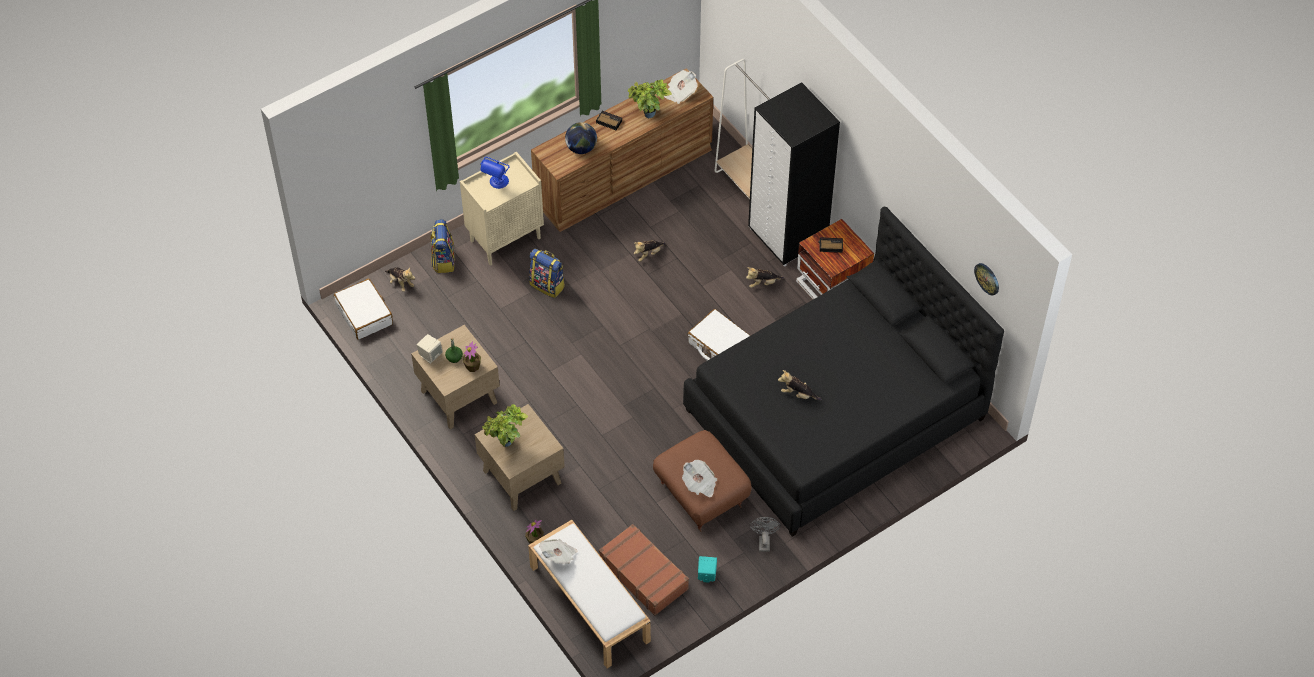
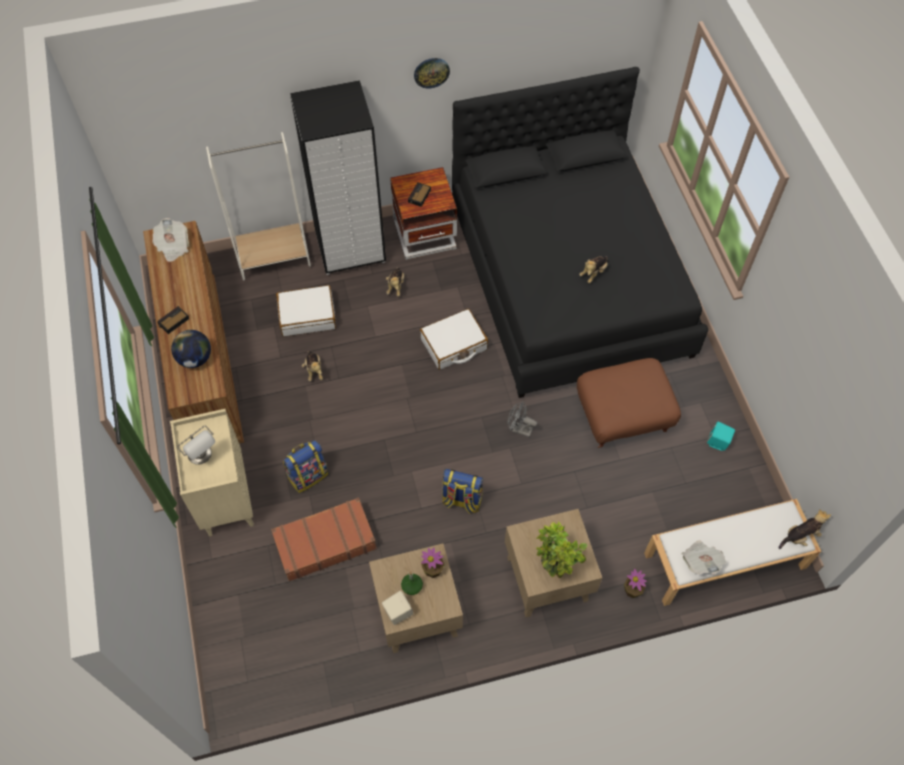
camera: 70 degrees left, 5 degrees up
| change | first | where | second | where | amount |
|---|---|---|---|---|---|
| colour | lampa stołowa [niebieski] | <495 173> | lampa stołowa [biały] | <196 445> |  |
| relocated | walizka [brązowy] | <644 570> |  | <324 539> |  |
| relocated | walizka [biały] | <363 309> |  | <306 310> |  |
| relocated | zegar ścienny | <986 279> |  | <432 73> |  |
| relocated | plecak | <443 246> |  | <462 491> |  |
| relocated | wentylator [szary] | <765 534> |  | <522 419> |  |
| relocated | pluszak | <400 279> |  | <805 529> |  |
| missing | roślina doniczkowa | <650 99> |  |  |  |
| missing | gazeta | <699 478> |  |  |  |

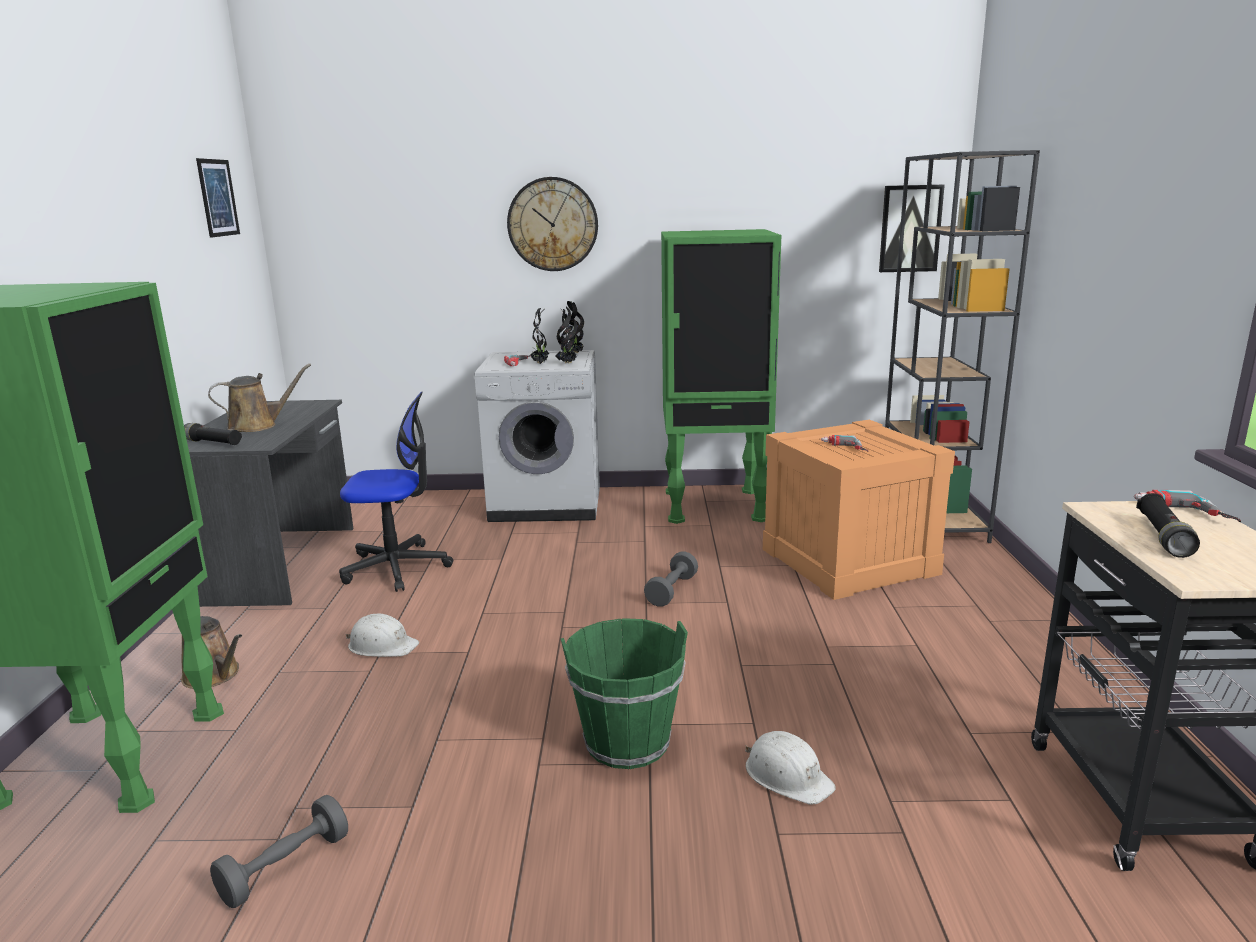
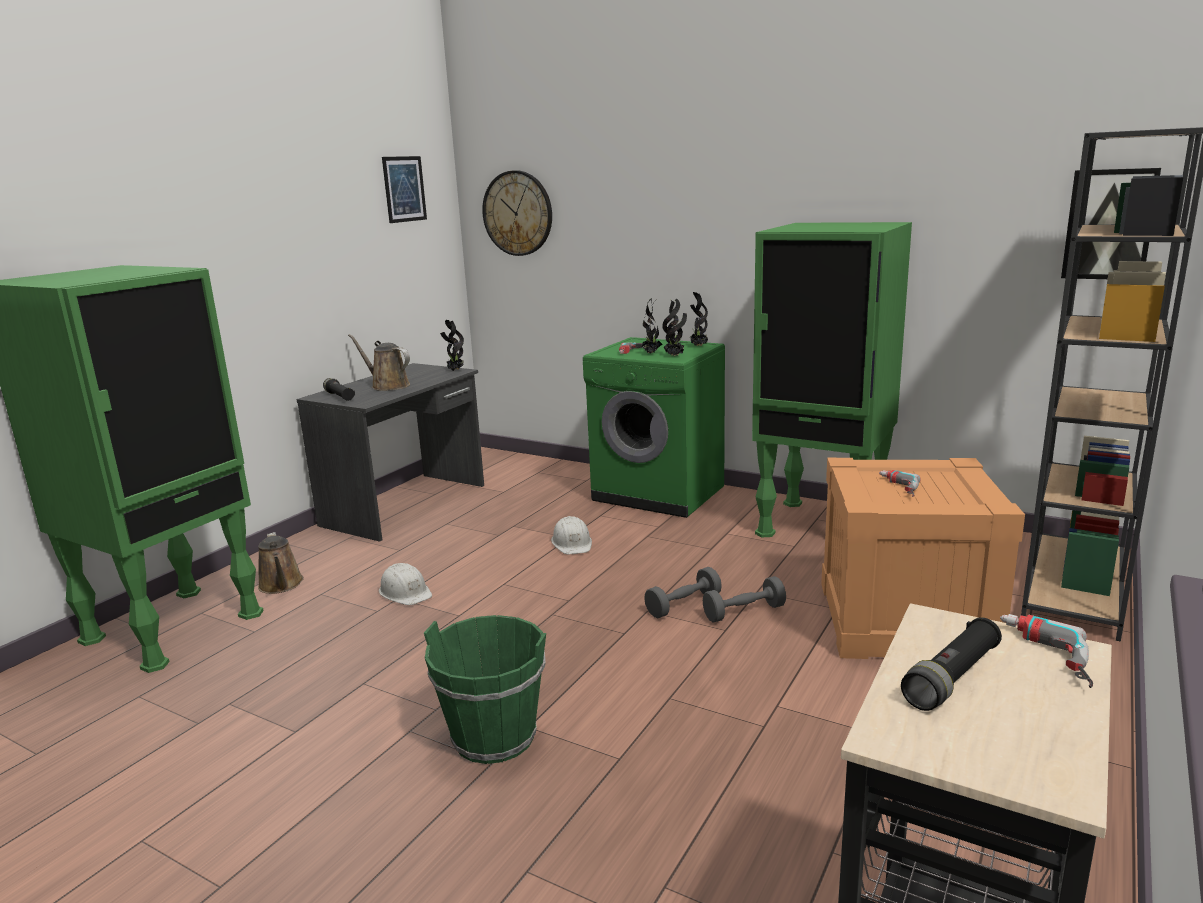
camera: 30 degrees right, 0 degrees up
| change | first | where | second | where | amount |
|---|---|---|---|---|---|
| spun | konewka [brązowy] | <259 398> |  | <379 362> | 150 degrees counterclockwise |
| appeared |  |  | roślina doniczkowa | <452 345> |  |
| relocated | zegar ścienny | <552 224> |  | <517 213> |  |
| relocated | kask [biały] | <790 768> |  | <571 535> |  |
| colour | pralka [biały] | <537 436> | pralka [zielony] | <654 427> |  |
| relocated | hantel [szary] | <279 851> |  | <744 599> |  |
| missing | krzesło biurowe | <396 492> |  |  |  |

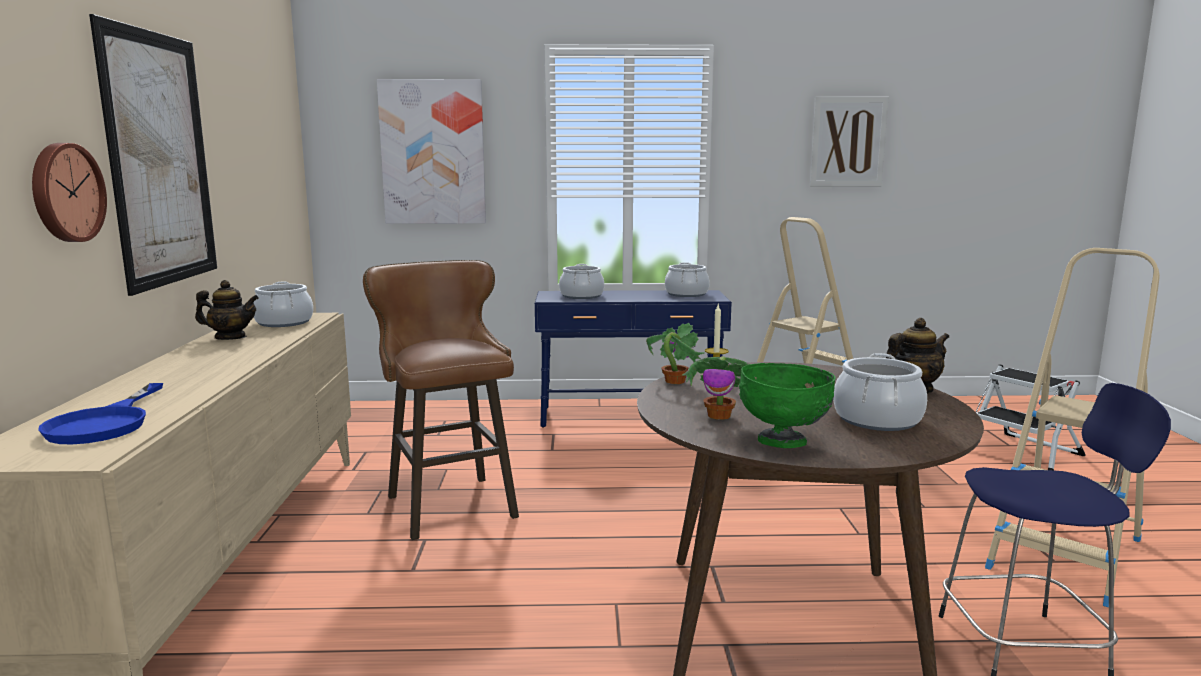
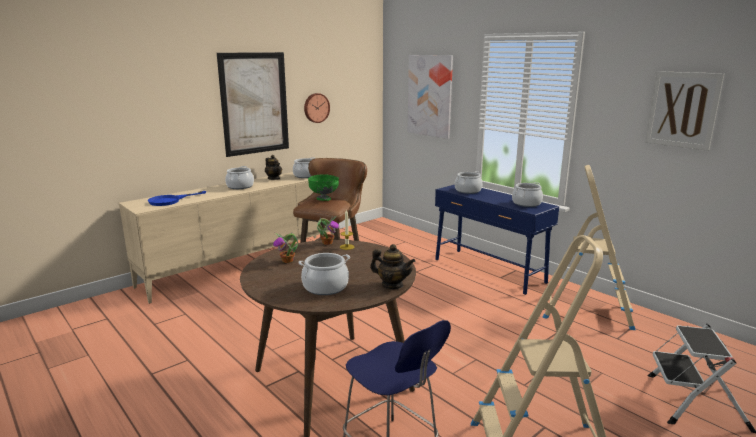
camera: 50 degrees right, 5 degrees up
| change | first | where | second | where | amount |
|---|---|---|---|---|---|
| appeared |  |  | garnek | <239 177> |  |
| relocated | zegar ścienny | <69 192> |  | <317 108> |  |
| relocated | miska [zielony] | <787 405> |  | <323 187> |  |

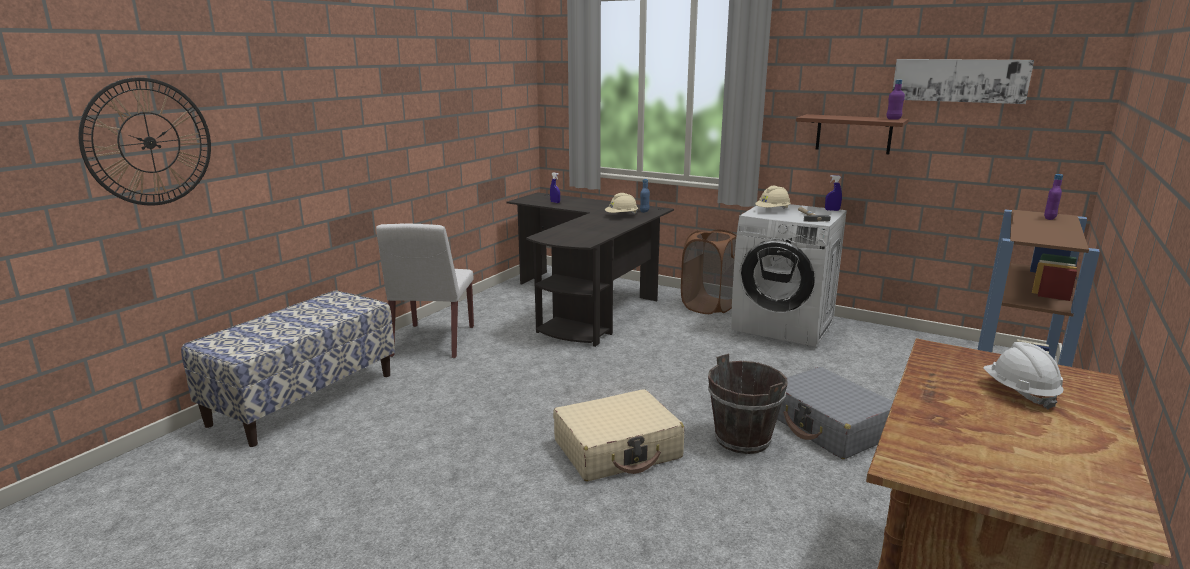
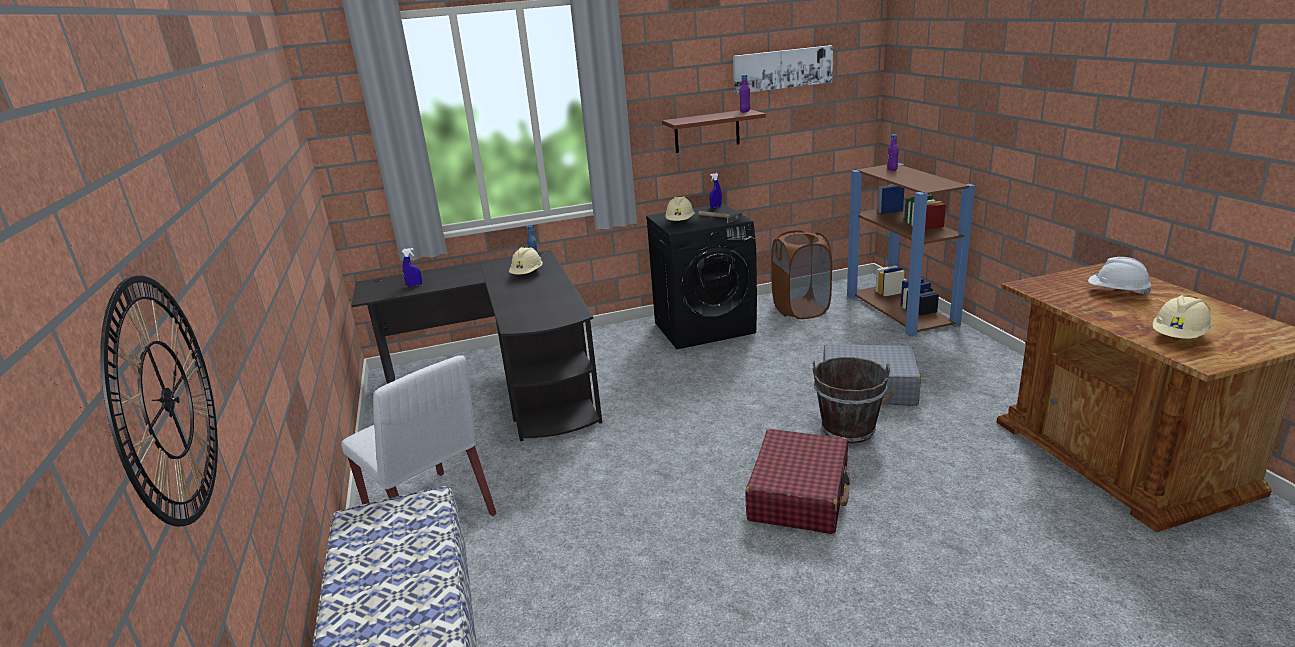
camera: 45 degrees left, 5 degrees up
| change | first | where | second | where | amount |
|---|---|---|---|---|---|
| colour | pralka [biały] | <789 275> | pralka [czarny] | <701 276> |  |
| colour | walizka [beżowy] | <618 435> | walizka [czerwony] | <797 481> |  |
| relocated | kosz na pranie [brązowy] | <708 271> |  | <801 274> |  |
| appeared |  |  | kask [beżowy] | <1182 317> |  |

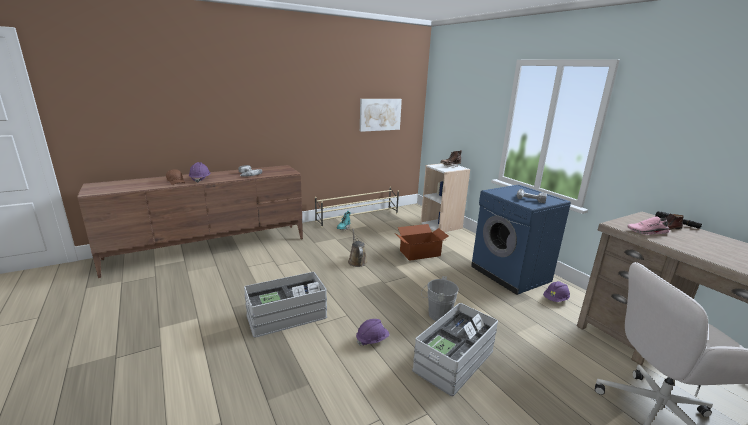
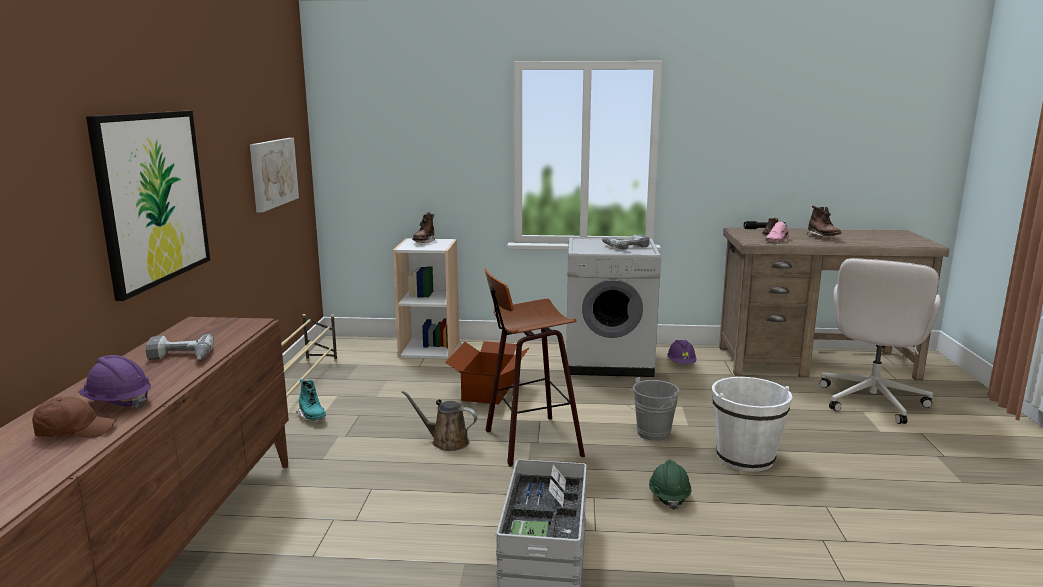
camera: 55 degrees left, 5 degrees down
| change | first | where | second | where | amount |
|---|---|---|---|---|---|
| appeared |  |  | obraz | <148 206> |  |
| appeared |  |  | stołek | <534 368> |  |
| colour | pralka [niebieski] | <521 239> | pralka [biały] | <613 307> |  |
| colour | kask [fioletowy] | <373 332> | kask [zielony] | <670 485> |  |
| exchanged | pojemnik do przechowywania [szary] | <455 349> | wiadro [biały] | <752 424> |  |
| appeared |  |  | but z cholewką [brązowy] | <824 222> |  |

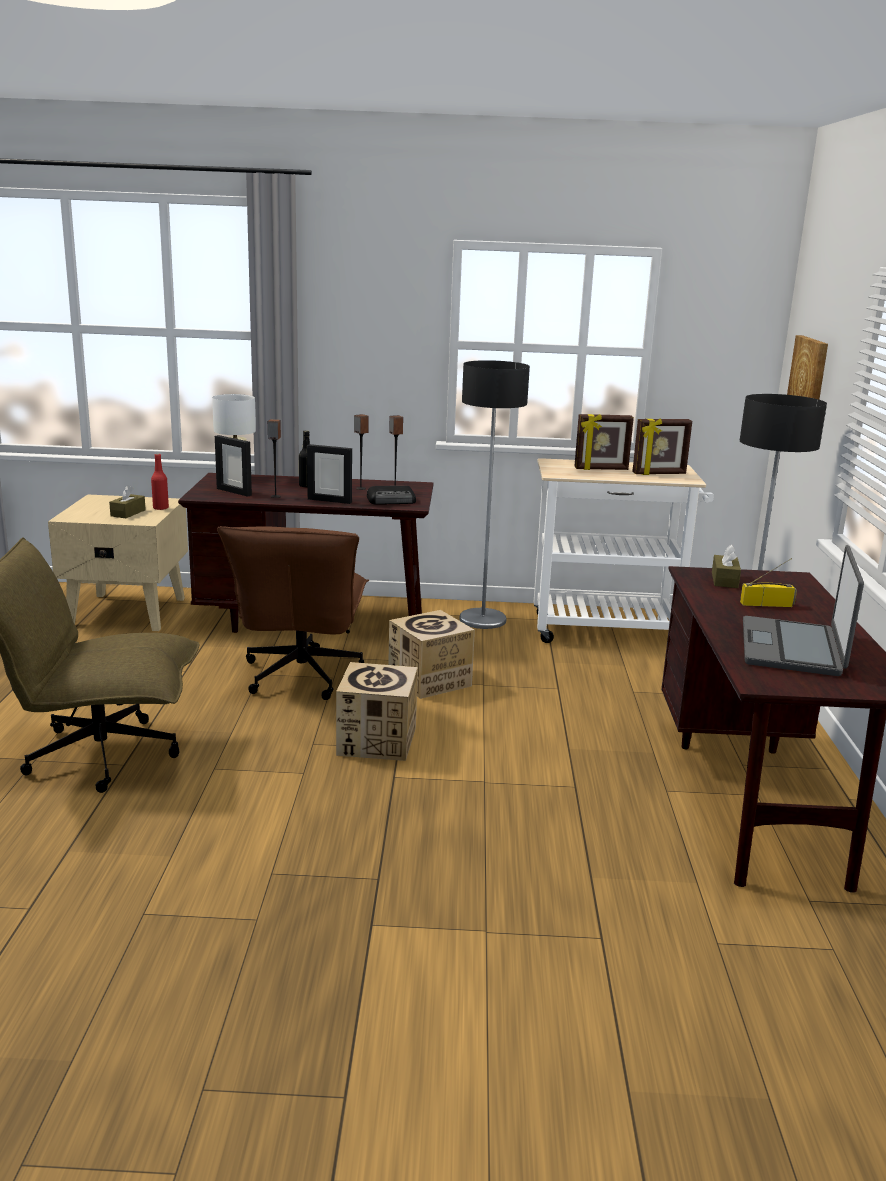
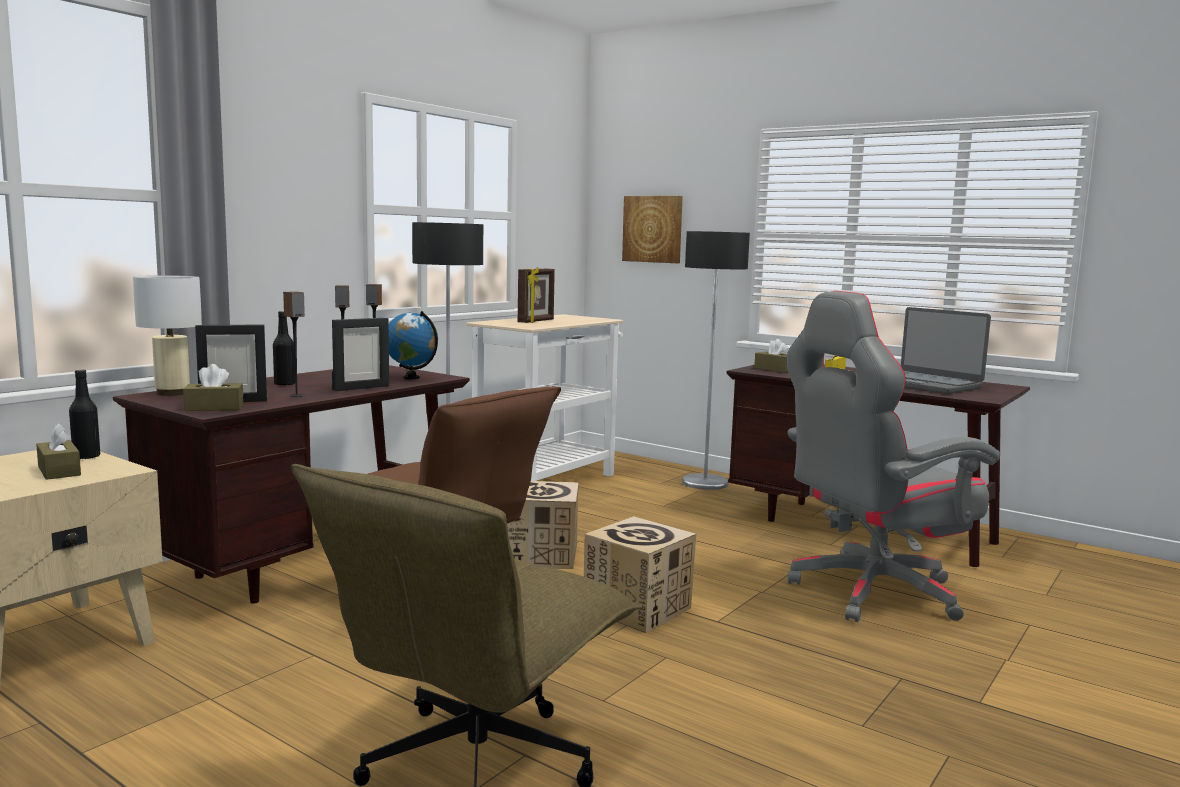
camera: 55 degrees left, 10 degrees down
| change | first | where | second | where | amount |
|---|---|---|---|---|---|
| colour | butelka [czerwony] | <160 482> | butelka [czarny] | <84 414> |  |
| appeared |  |  | pudełko chusteczek [brązowy] | <213 387> |  |
| exchanged | radio | <391 495> | globus | <413 345> |  |
| appeared |  |  | krzesło biurowe [szary] | <893 456> |  |
| missing | ramka na zdjęcie | <662 447> |  |  |  |

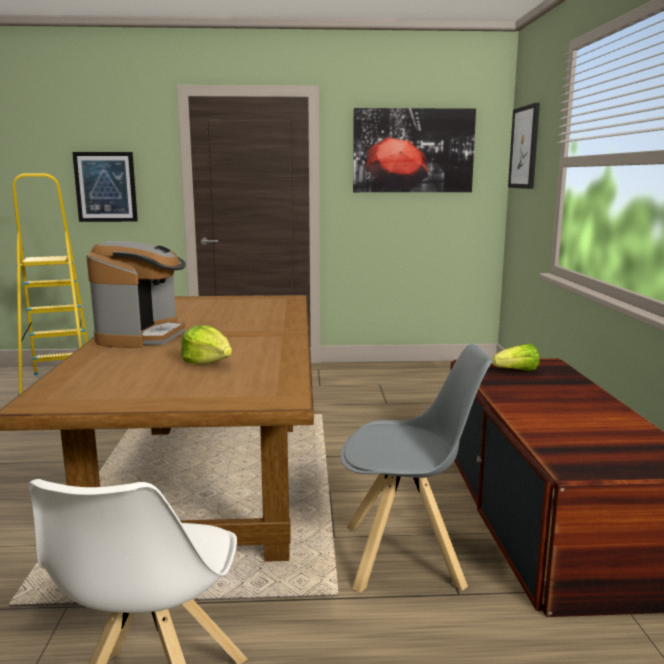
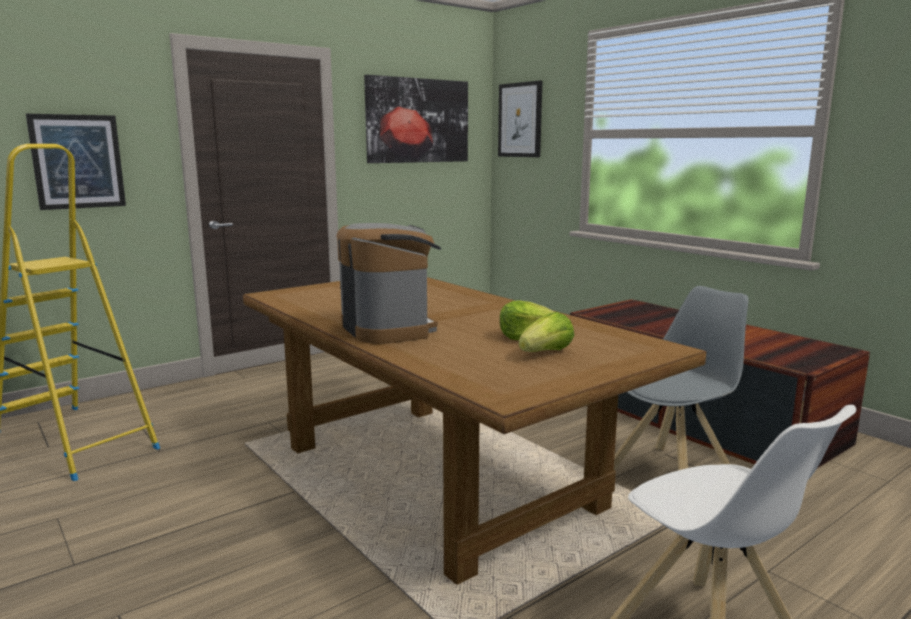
camera: 35 degrees left, 0 degrees up
| change | first | where | second | where | amount |
|---|---|---|---|---|---|
| relocated | sałata | <516 357> |  | <546 332> |  |

